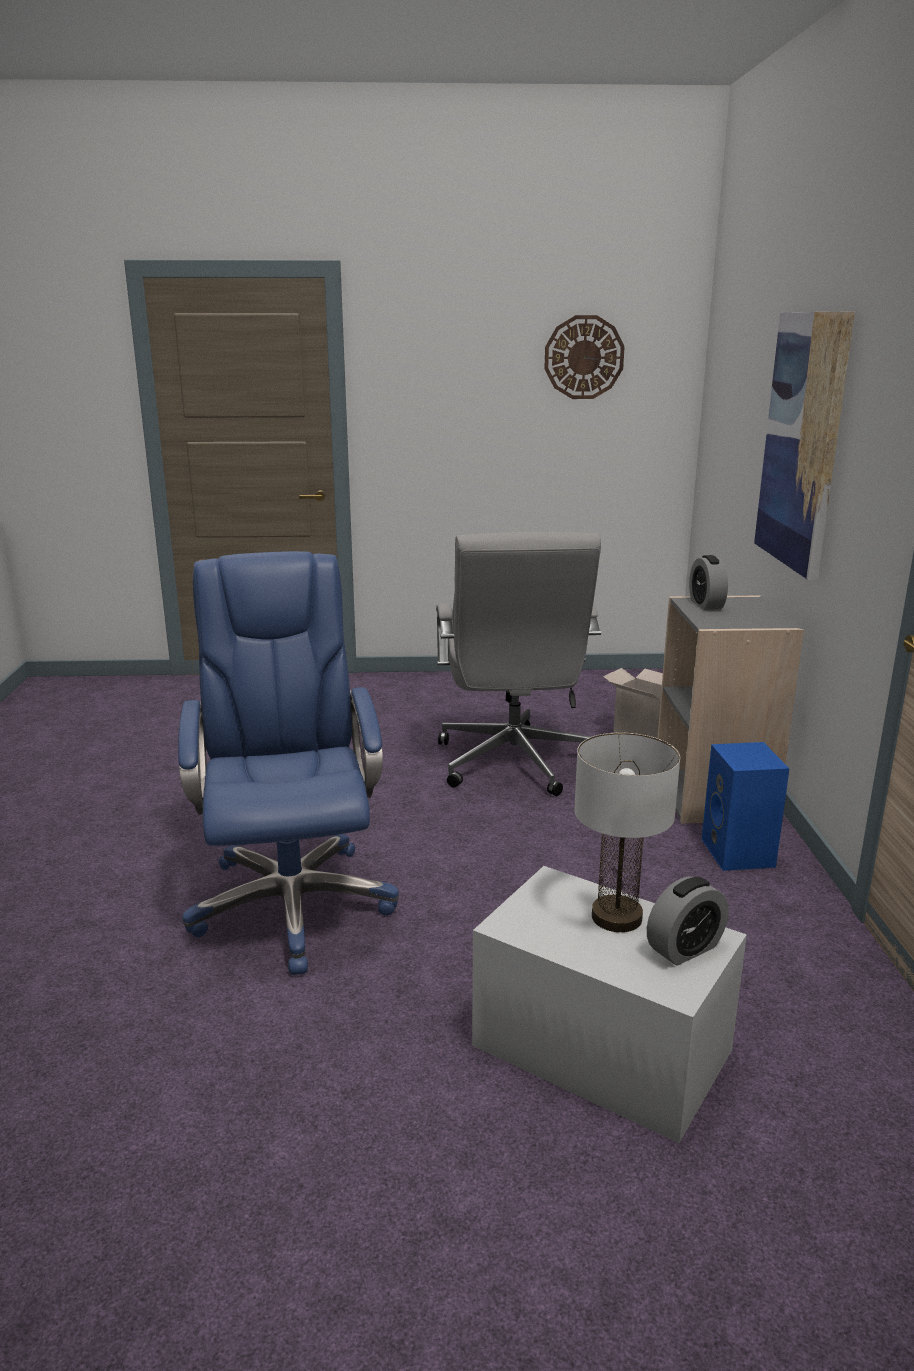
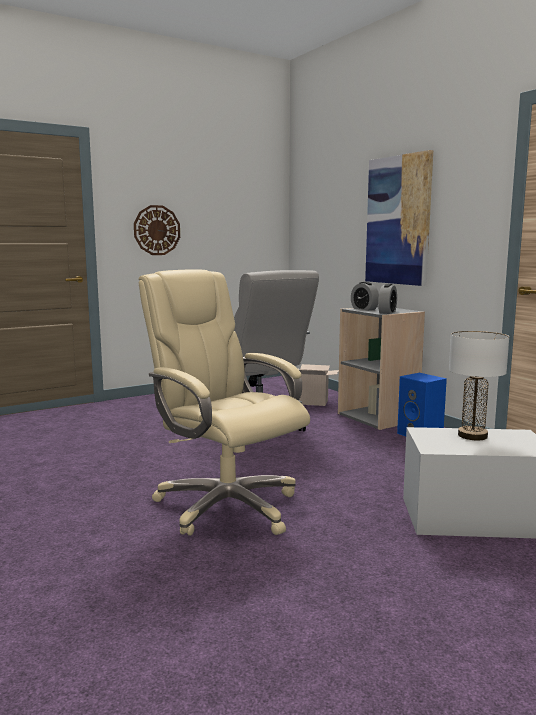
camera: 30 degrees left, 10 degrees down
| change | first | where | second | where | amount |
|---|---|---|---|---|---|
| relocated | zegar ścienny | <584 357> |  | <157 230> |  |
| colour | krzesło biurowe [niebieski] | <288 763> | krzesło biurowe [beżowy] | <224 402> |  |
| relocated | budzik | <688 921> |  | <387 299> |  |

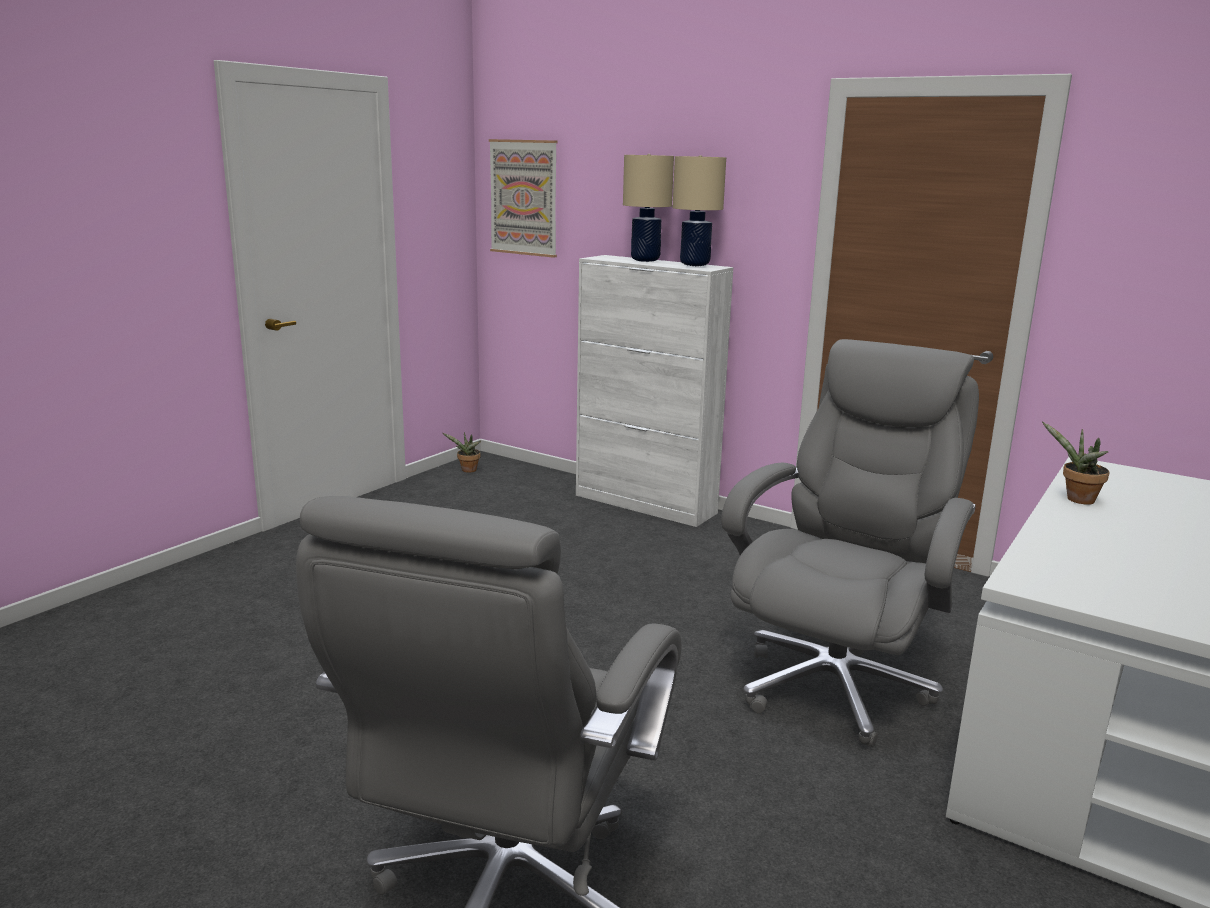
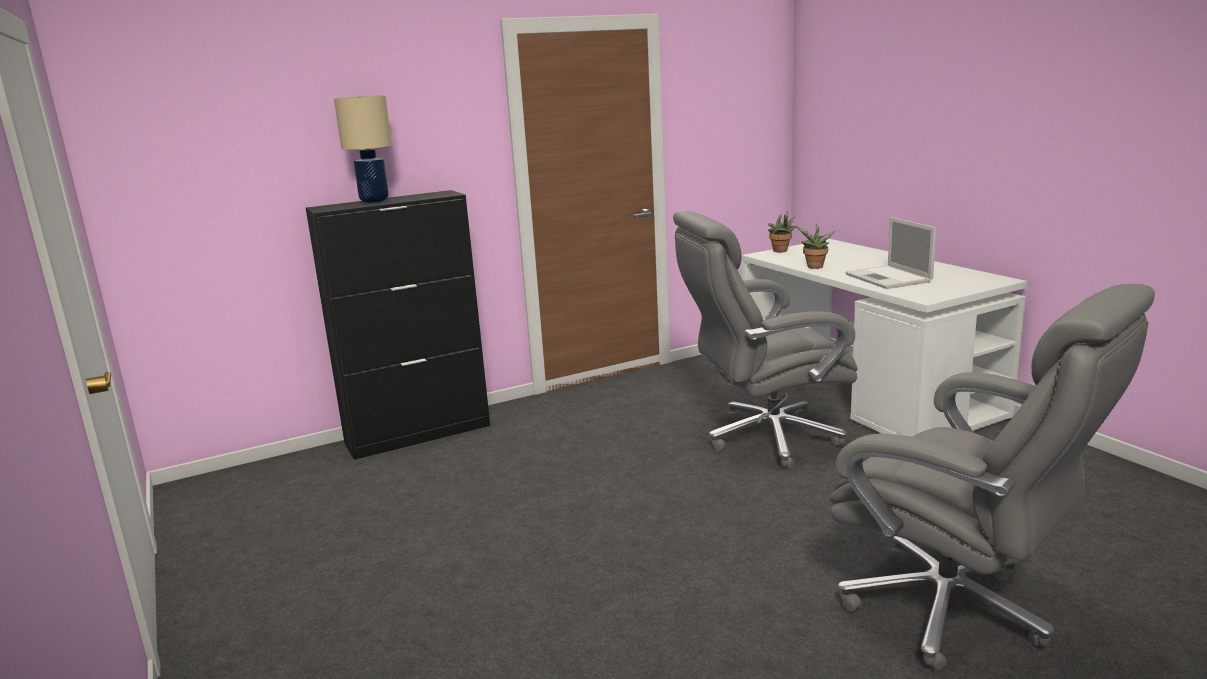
camera: 60 degrees left, 0 degrees up
| change | first | where | second | where | amount |
|---|---|---|---|---|---|
| colour | szafka [biały] | <655 391> | szafka [czarny] | <398 325> |  |
| spun | krzesło biurowe [szary] | <850 543> |  | <765 340> | 75 degrees counterclockwise |
| relocated | roślina doniczkowa | <462 452> |  | <782 231> |  |
| appeared |  |  | laptop | <891 253> |  |
| missing | obraz | <523 198> |  |  |  |
| missing | lampa stołowa [beżowy] | <699 210> |  |  |  |

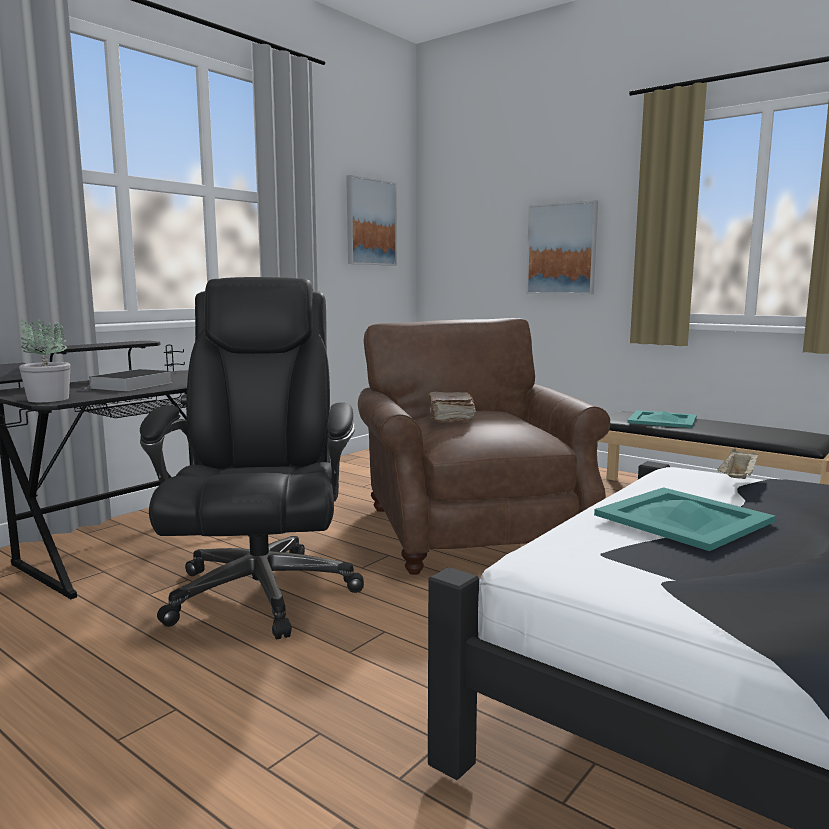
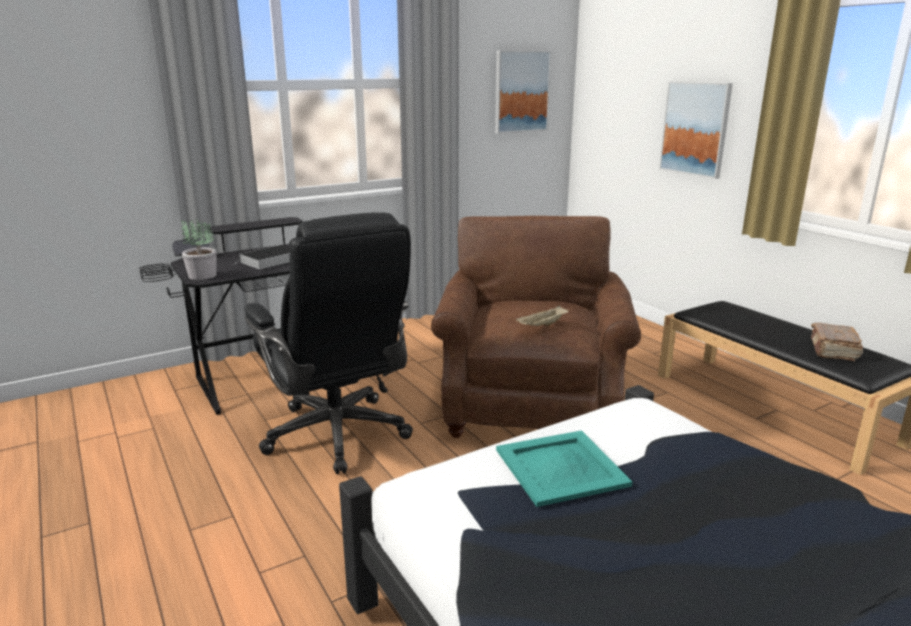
camera: 20 degrees right, 10 degrees up
| change | first | where | second | where | amount |
|---|---|---|---|---|---|
| spun | krzesło biurowe [czarny] | <252 458> |  | <328 343> | 135 degrees clockwise |
| relocated | taca [beżowy] | <737 464> |  | <542 316> |  |
| relocated | książka [brązowy] | <451 407> |  | <837 342> |  |
| missing | taca [turkusowy] | <662 419> |  |  |  |

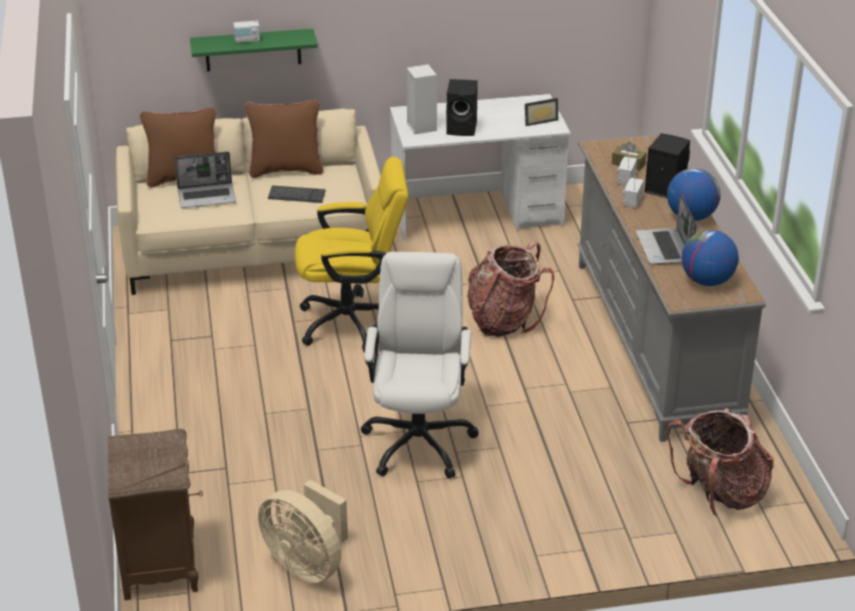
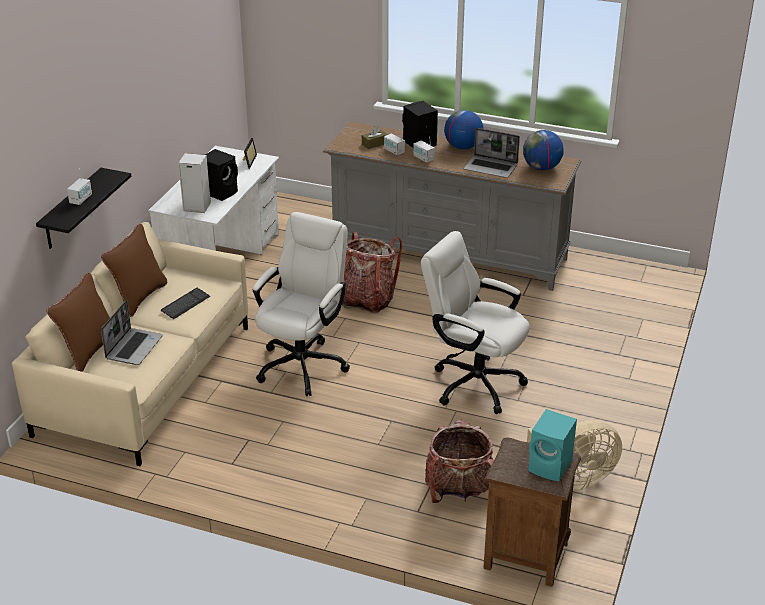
camera: 60 degrees left, 0 degrees up
| change | first | where | second | where | amount |
|---|---|---|---|---|---|
| colour | półka [zielony] | <254 50> | półka [czarny] | <83 208> |  |
| colour | krzesło biurowe [żółty] | <352 255> | krzesło biurowe [biały] | <301 304> |  |
| relocated | plecak | <720 462> |  | <459 461> |  |
| appeared |  |  | głośnik [turkusowy] | <552 445> |  |

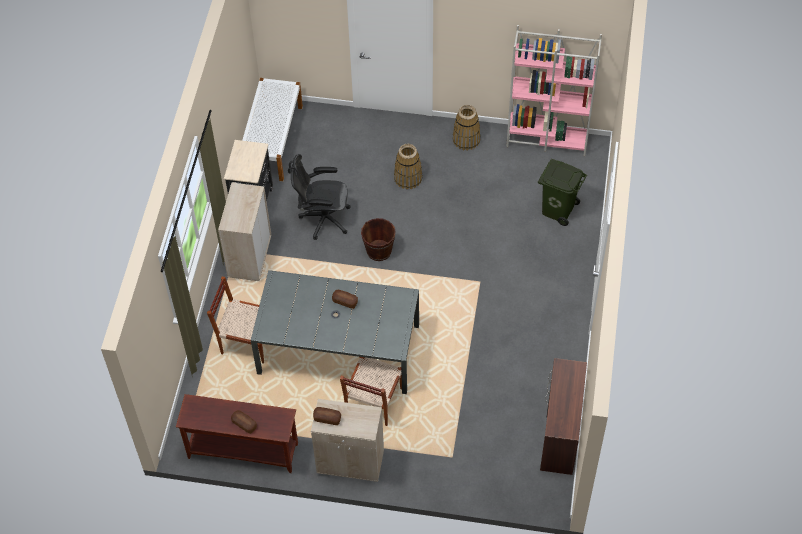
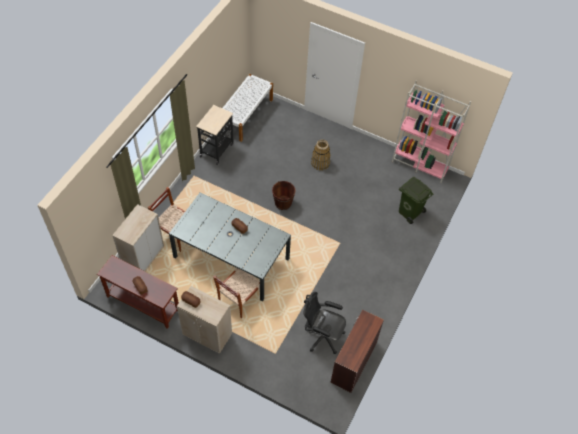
camera: 15 degrees right, 0 degrees up
| change | first | where | second | where | amount |
|---|---|---|---|---|---|
| relocated | szafka [beżowy] | <244 232> |  | <138 237> |  |
| relocated | krzesło biurowe | <319 197> |  | <324 323> |  |
| missing | koszyk | <467 128> |  |  |  |

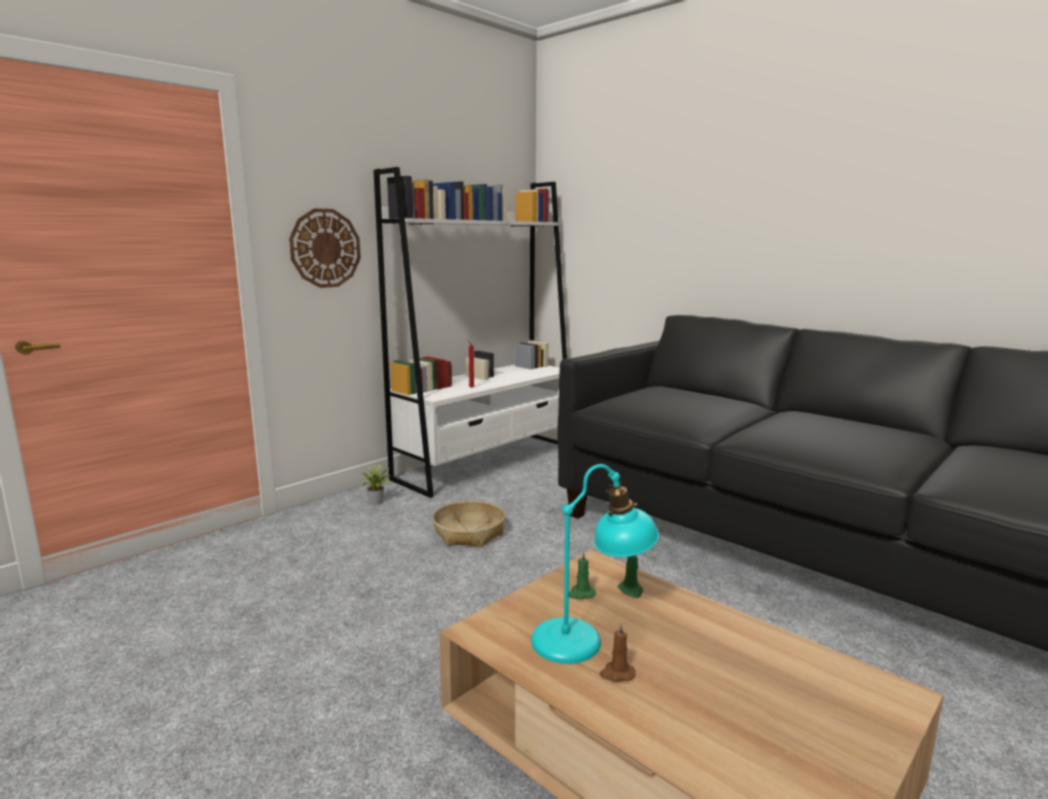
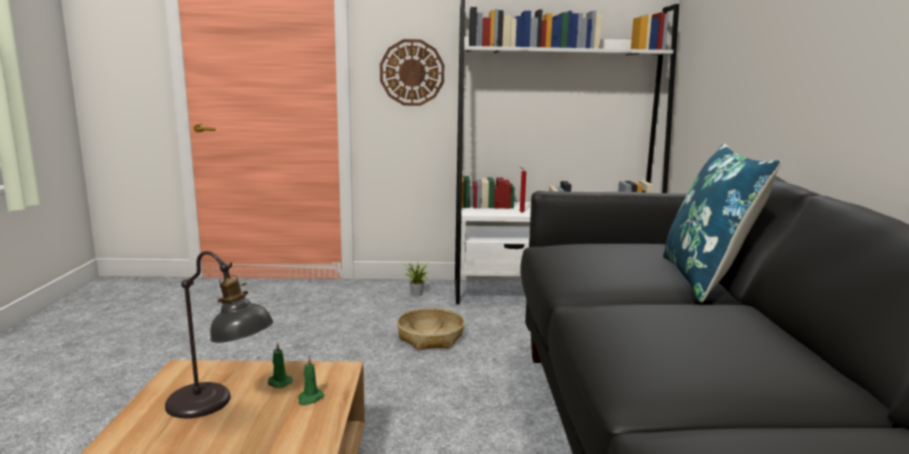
camera: 45 degrees right, 0 degrees up
| change | first | where | second | where | amount |
|---|---|---|---|---|---|
| colour | lampa stołowa [turkusowy] | <595 564> | lampa stołowa [szary] | <219 334> |  |
| appeared |  |  | poduszka [niebieski] | <722 223> |  |
| missing | świeca [brązowy] | <617 652> |  |  |  |

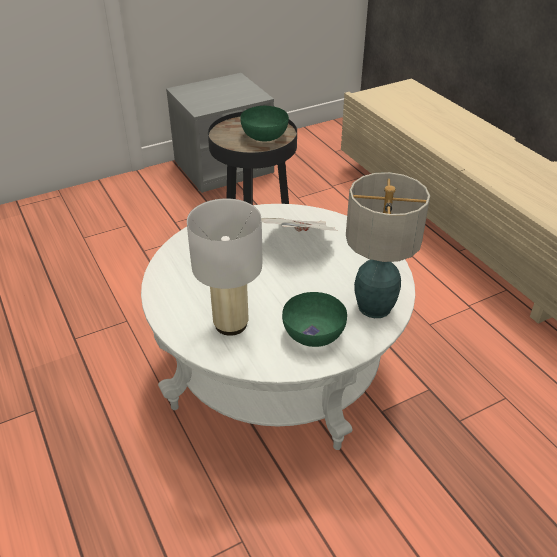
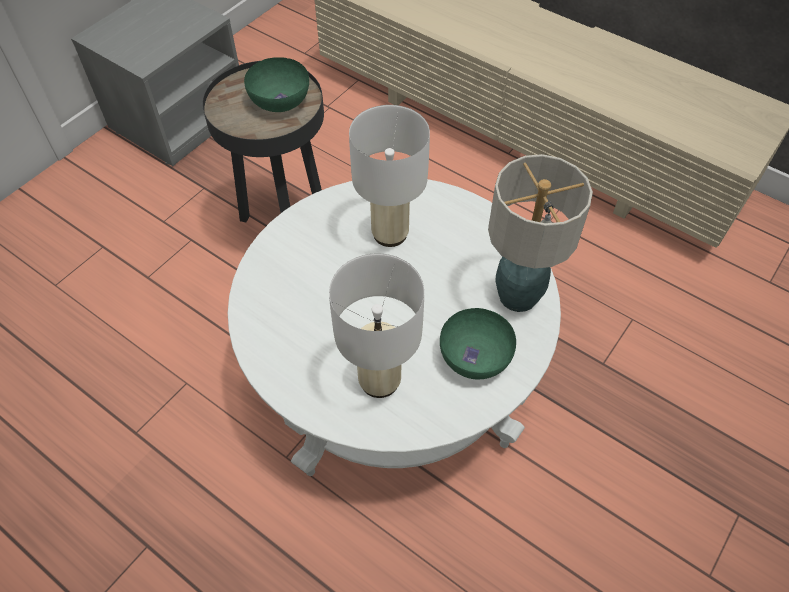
camera: 25 degrees left, 15 degrees up
| change | first | where | second | where | amount |
|---|---|---|---|---|---|
| exchanged | gazeta | <299 225> | lampa stołowa [biały] | <389 176> |  |

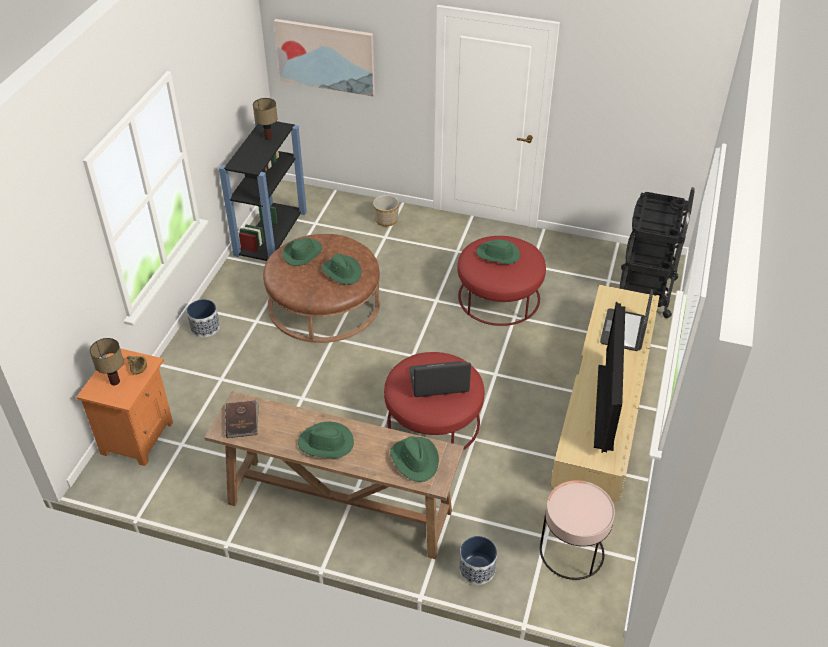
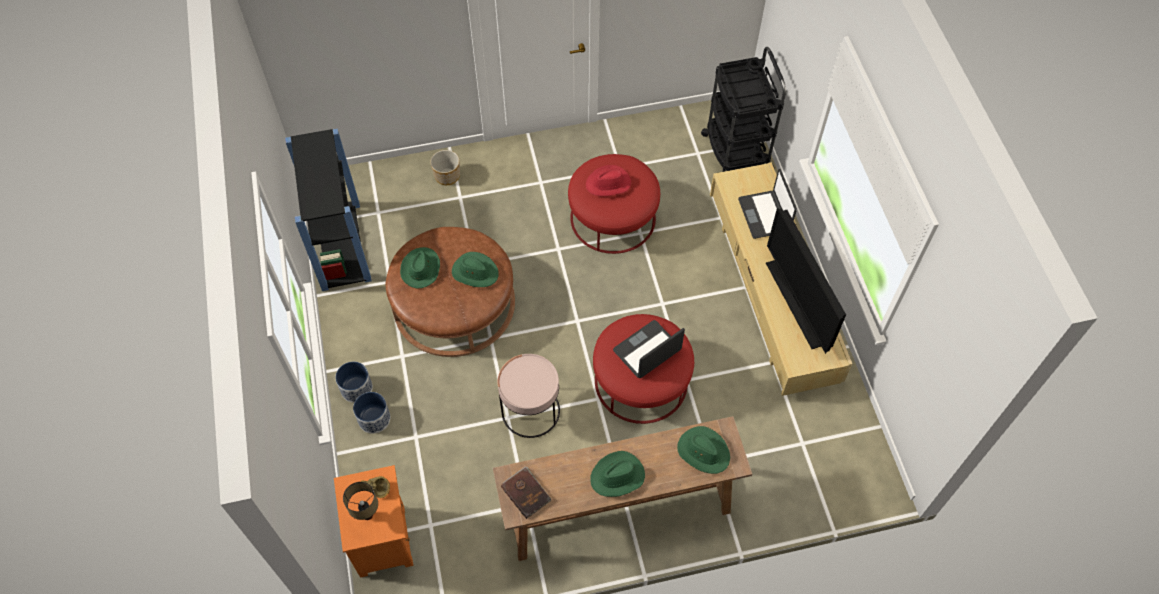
camera: 30 degrees left, 15 degrees up
| change | first | where | second | where | amount |
|---|---|---|---|---|---|
| relocated | donica | <478 560> |  | <371 412> |  |
| relocated | stolik [różowy] | <577 530> |  | <529 396> |  |
| colour | kapelusz [zielony] | <498 251> | kapelusz [czerwony] | <608 180> |  |
| missing | lampa stołowa | <265 119> |  |  |  |
| missing | obraz | <324 58> |  |  |  |

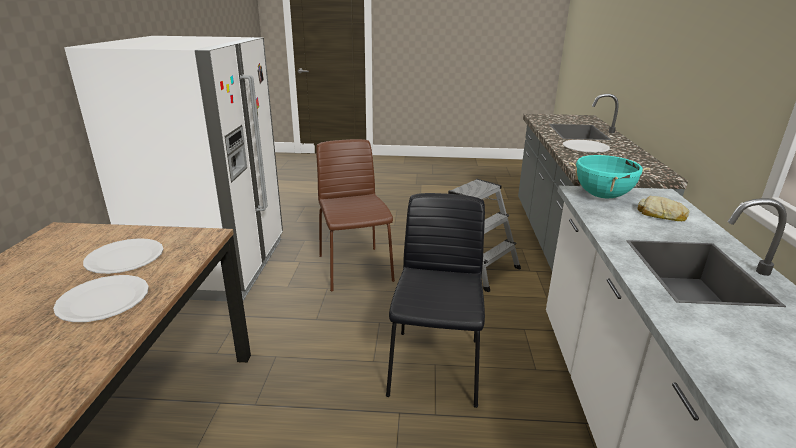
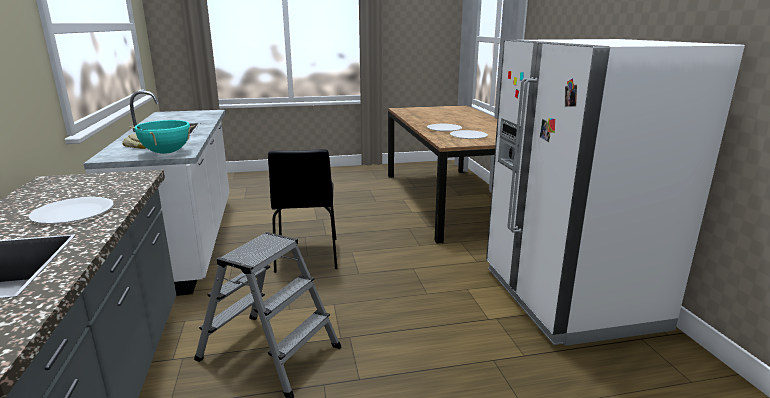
camera: 165 degrees right, 5 degrees down
| change | first | where | second | where | amount |
|---|---|---|---|---|---|
| missing | krzesło [brązowy] | <355 215> |  |  |  |

